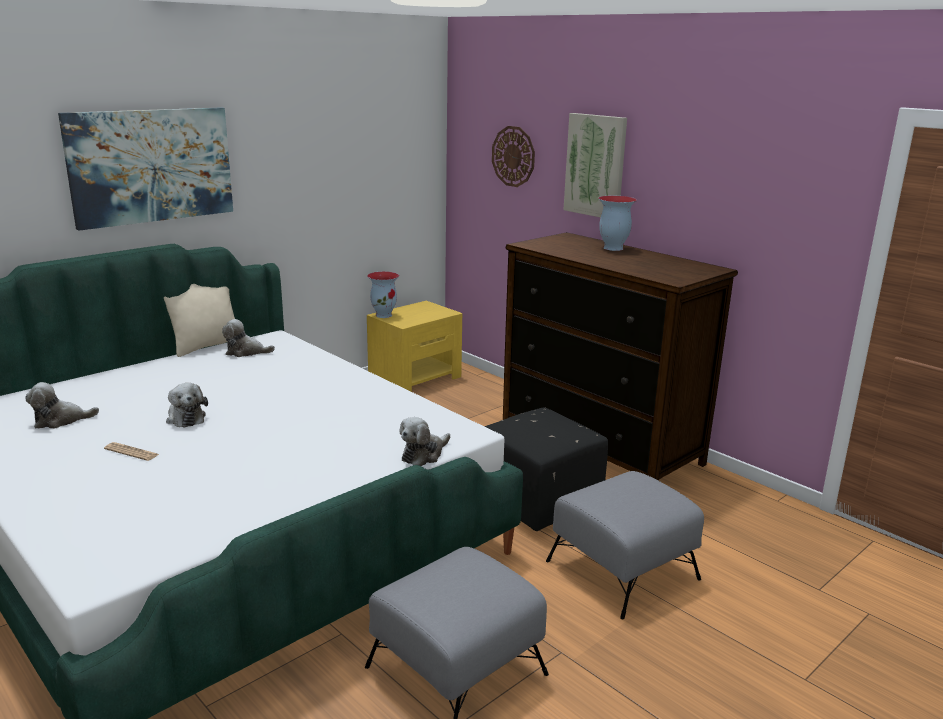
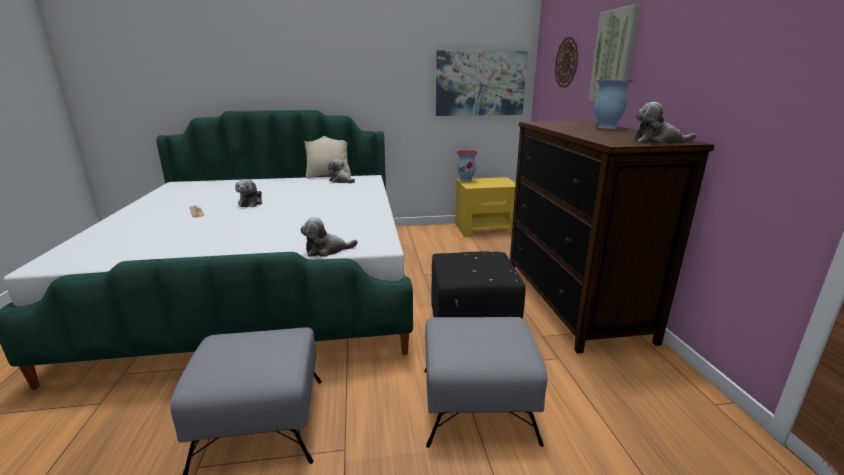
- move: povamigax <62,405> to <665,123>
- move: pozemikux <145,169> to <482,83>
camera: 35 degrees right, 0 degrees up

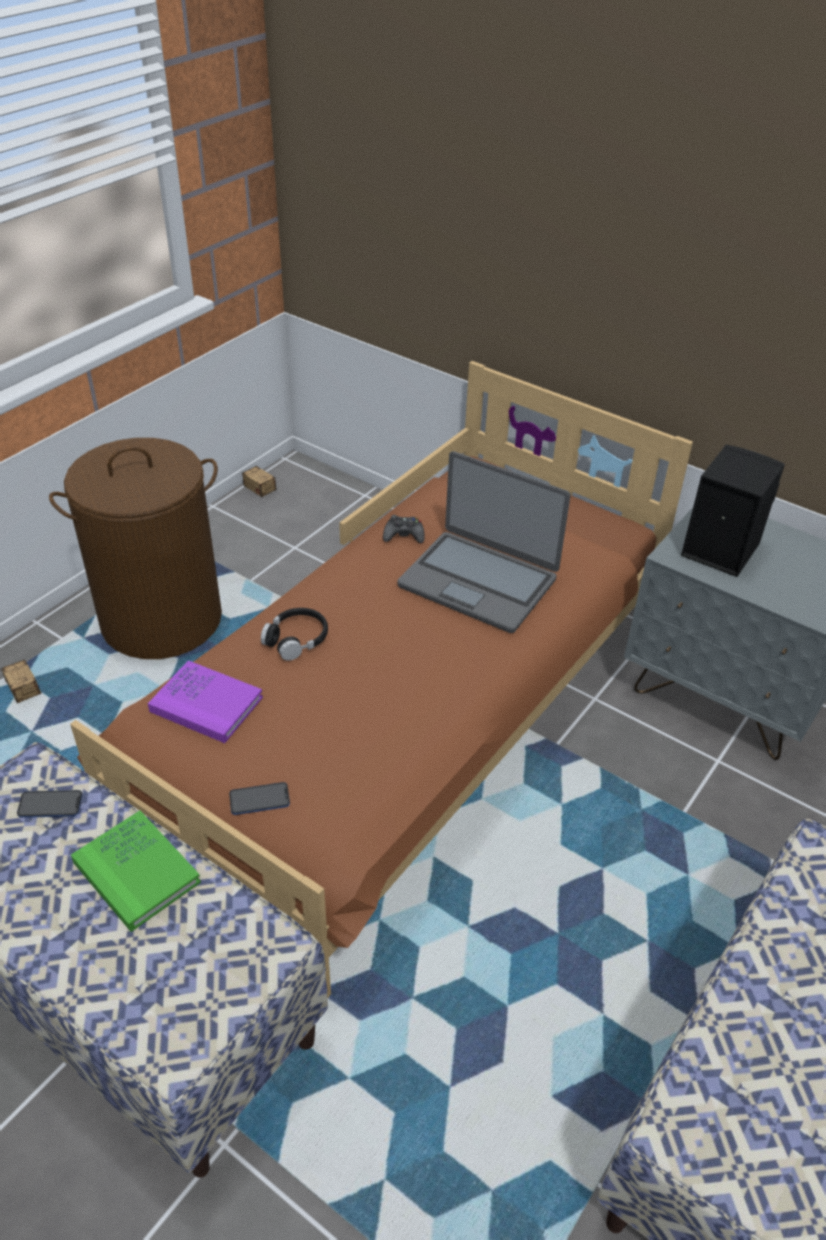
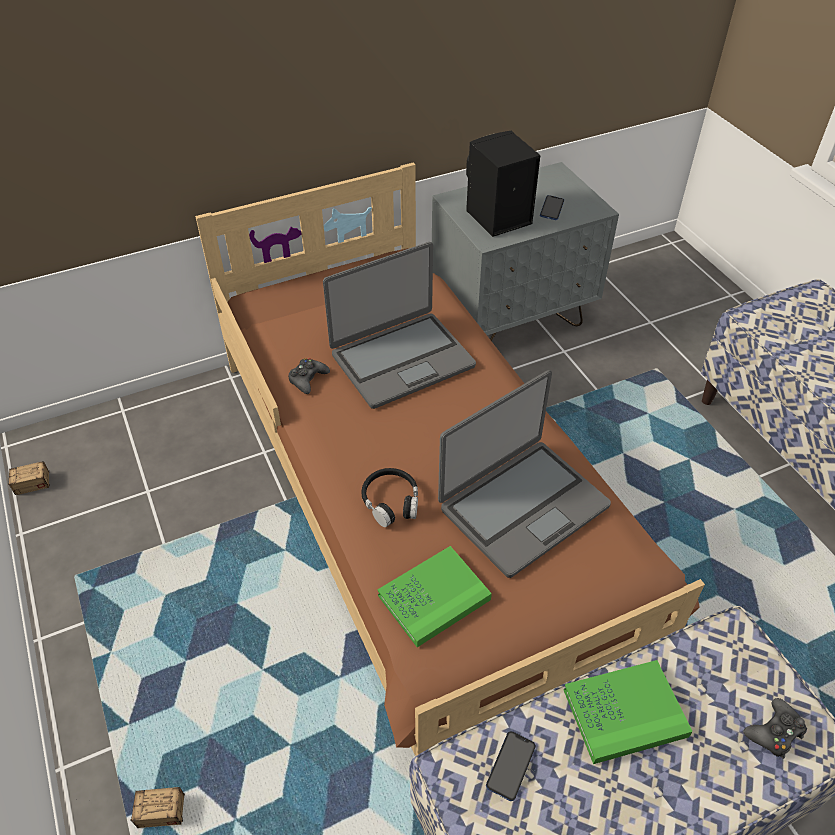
- delete: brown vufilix <135,548>
- recolor: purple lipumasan <205,701> to green lipumasan <435,596>
- move: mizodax <259,798> to <552,207>
- insert: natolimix <524,474>
- insert: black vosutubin <775,728>
camera: 60 degrees left, 5 degrees up

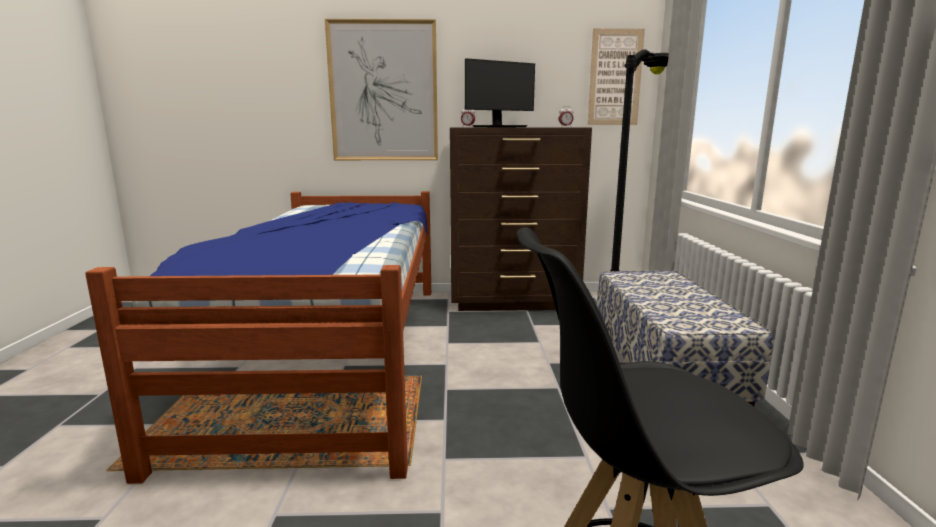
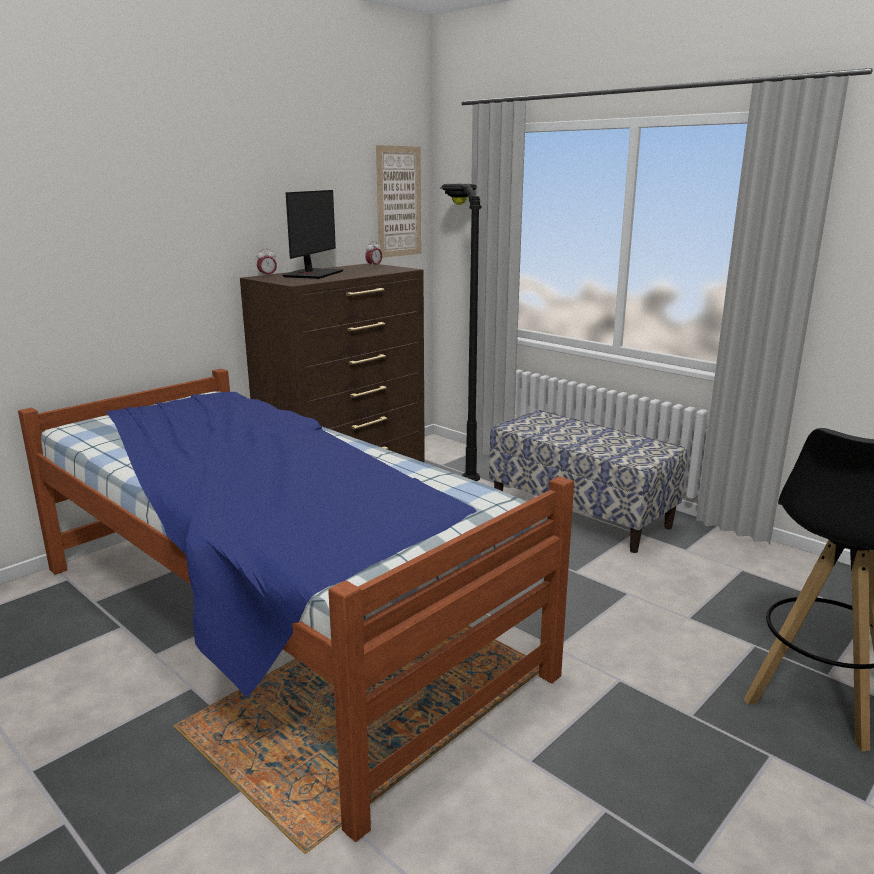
- delete: pozemikux <381,89>
camera: 45 degrees left, 5 degrees up

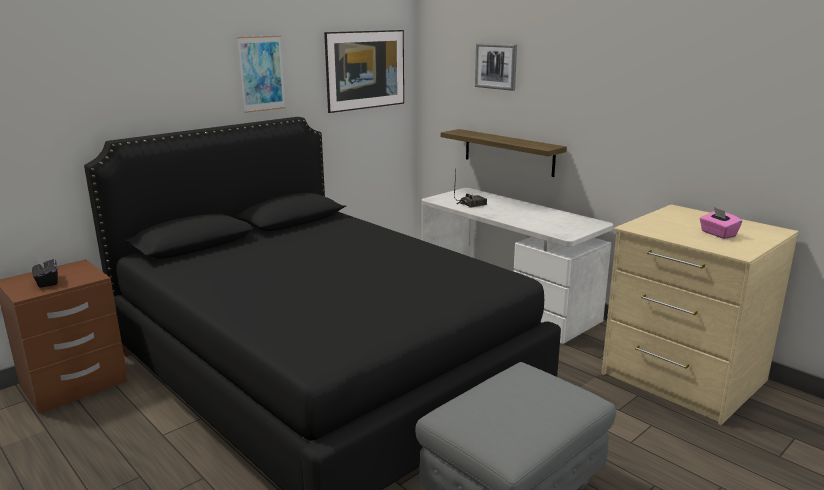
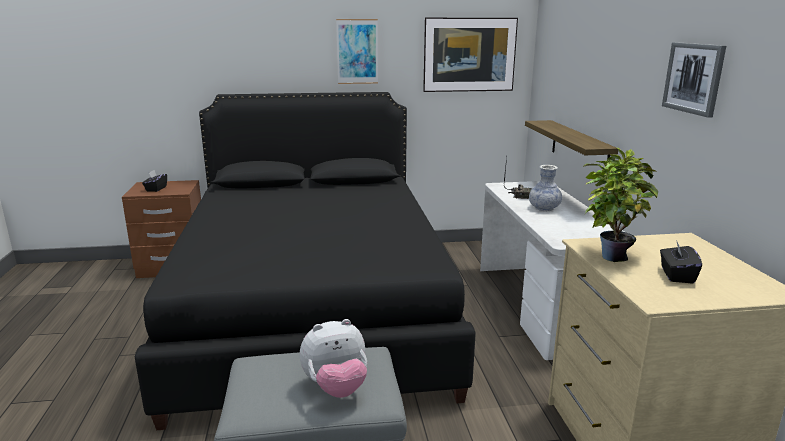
- move: pozemikux <496,67> to <694,80>
- recolor: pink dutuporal <721,223> to black dutuporal <681,262>
- insert: povamigax <333,358>
- insert: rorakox <545,188>
- insert: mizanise <620,205>
camera: 35 degrees right, 0 degrees up

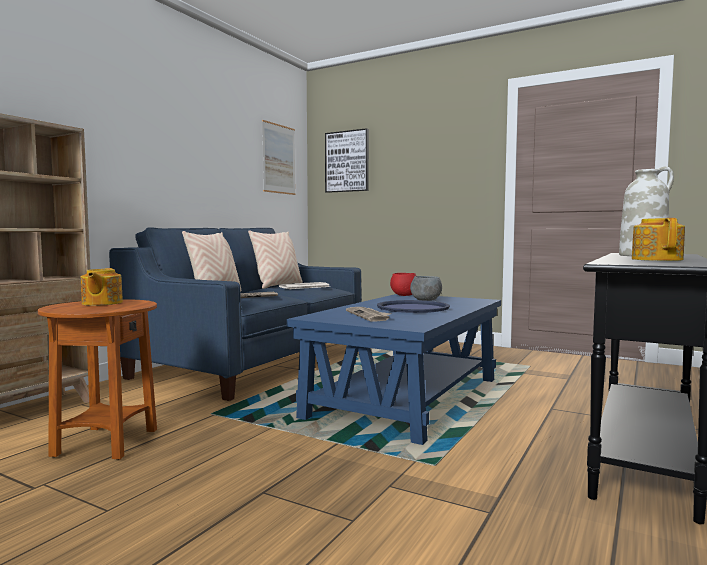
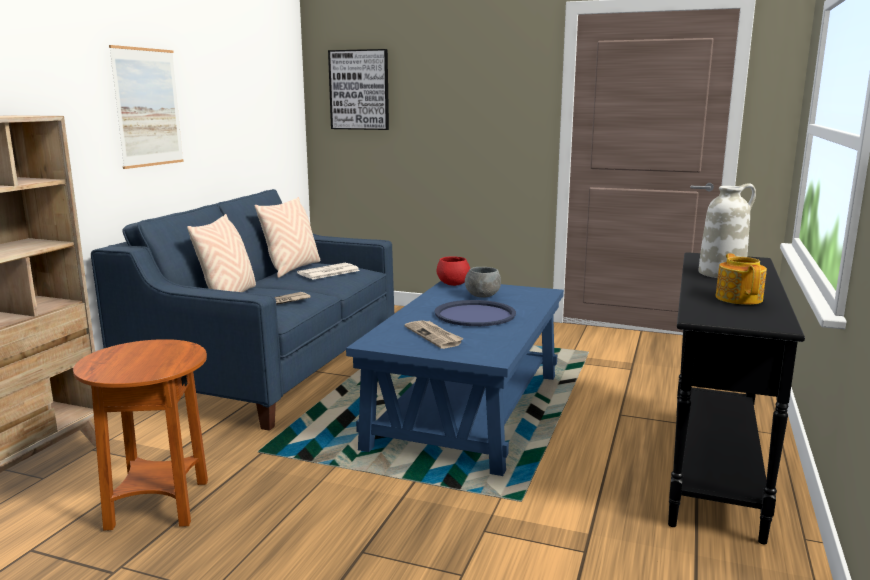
- delete: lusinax <102,287>
- move: pozemikux <279,157> to <146,107>
camera: 10 degrees left, 10 degrees up

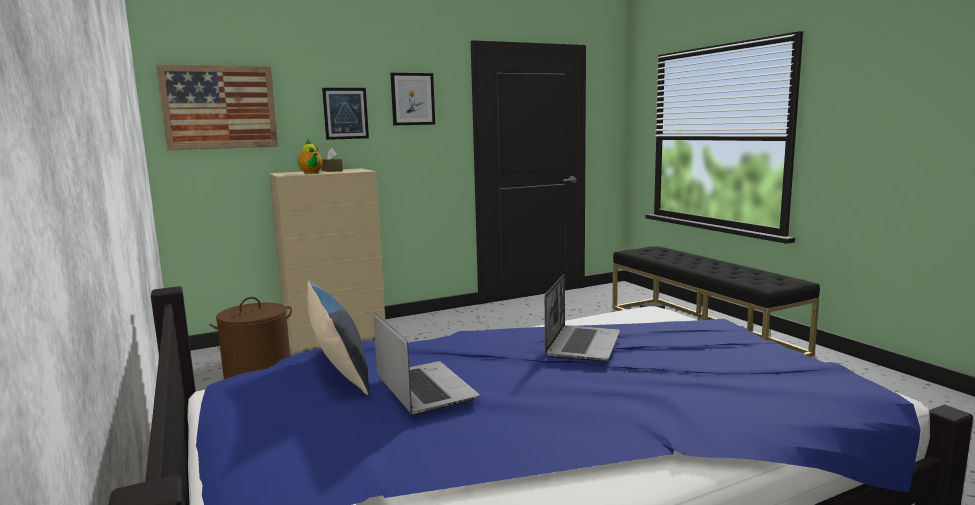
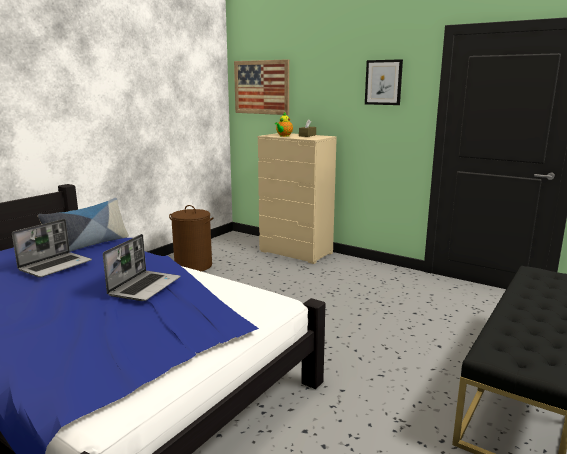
- delete: pozemikux <345,114>
- rotate: natolimix <582,317> = <141,267> 60 degrees counterclockwise
camera: 60 degrees right, 5 degrees up

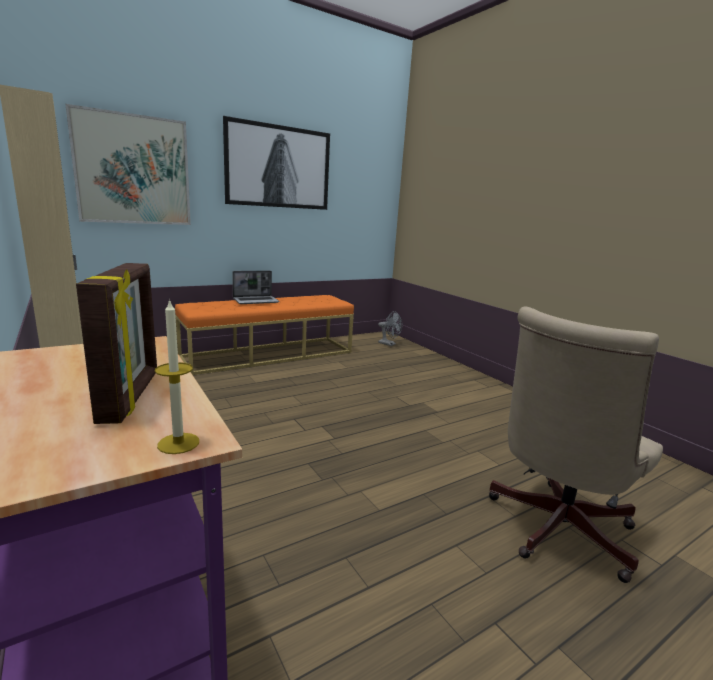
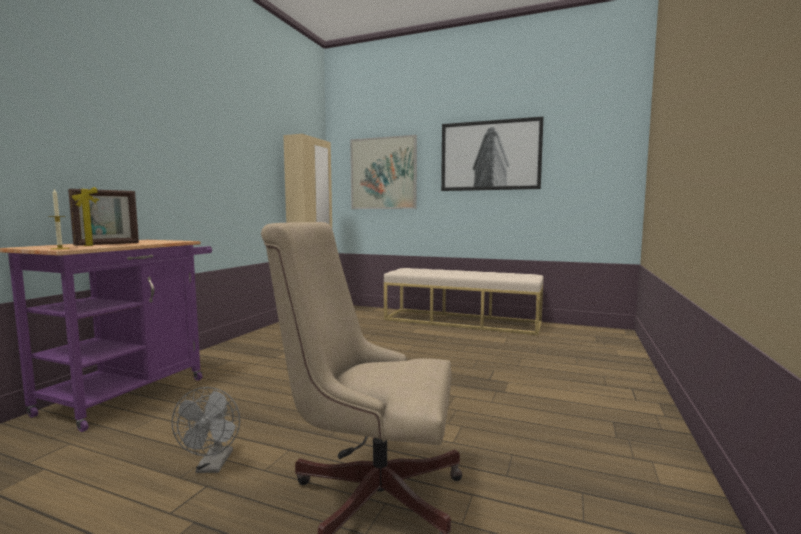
- recolor: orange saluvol <264,335> to beige saluvol <463,301>
- delete: natolimix <255,287>
- move: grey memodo <390,328> to <205,430>
camera: 55 degrees right, 10 degrees down

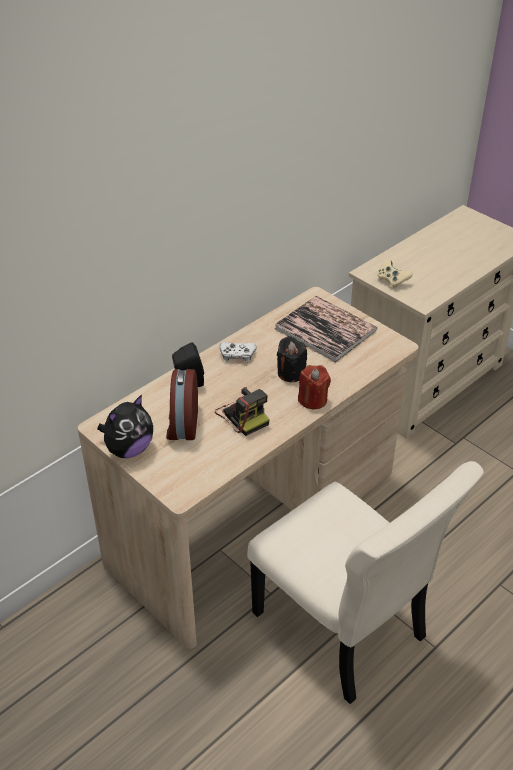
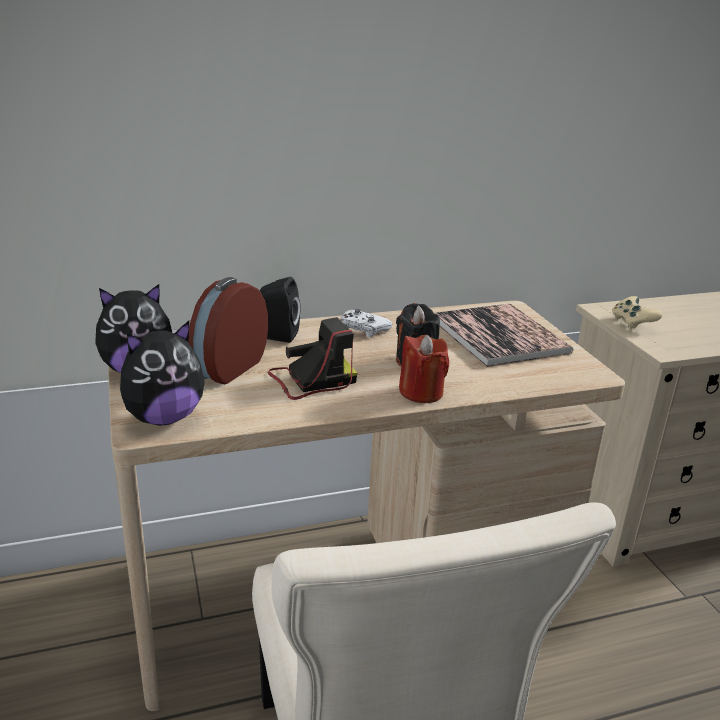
- rotate: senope <242,411> = <312,358> 105 degrees counterclockwise
- insert: povamigax <162,373>
camera: 25 degrees right, 15 degrees down

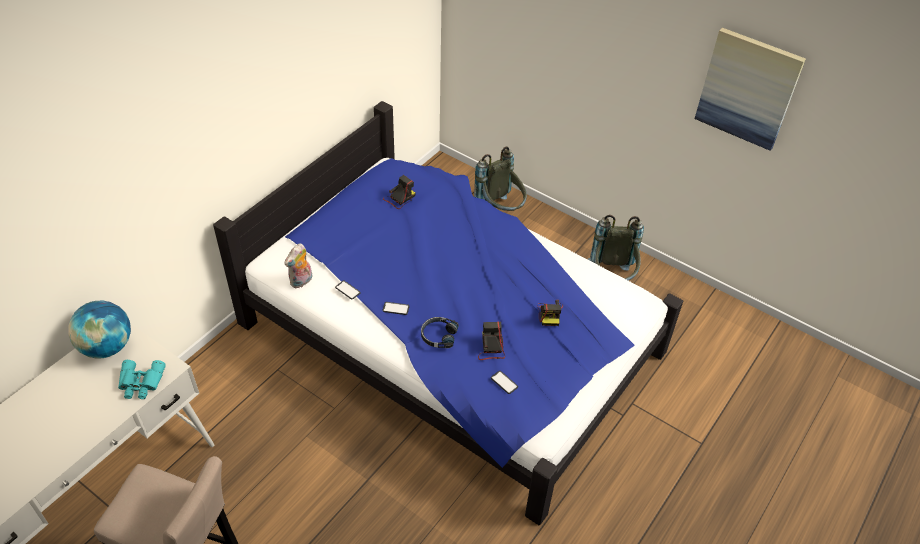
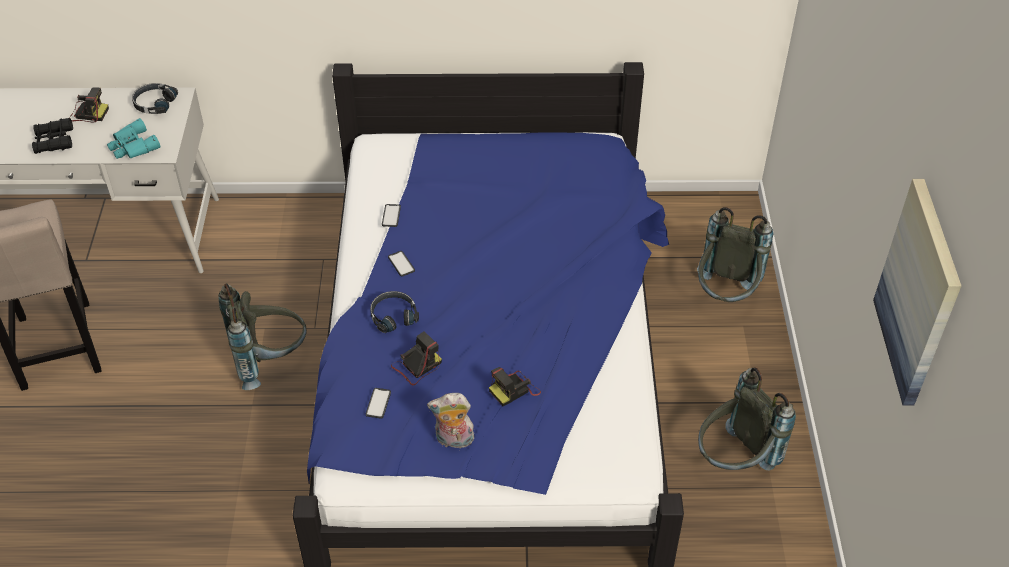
- replace: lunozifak <99,329> to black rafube <155,98>
- move: povamigax <298,265> to <450,421>
- move: senope <399,192> to <89,104>
- insert: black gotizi <52,136>
- insert: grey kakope <262,336>
camera: 55 degrees right, 0 degrees up

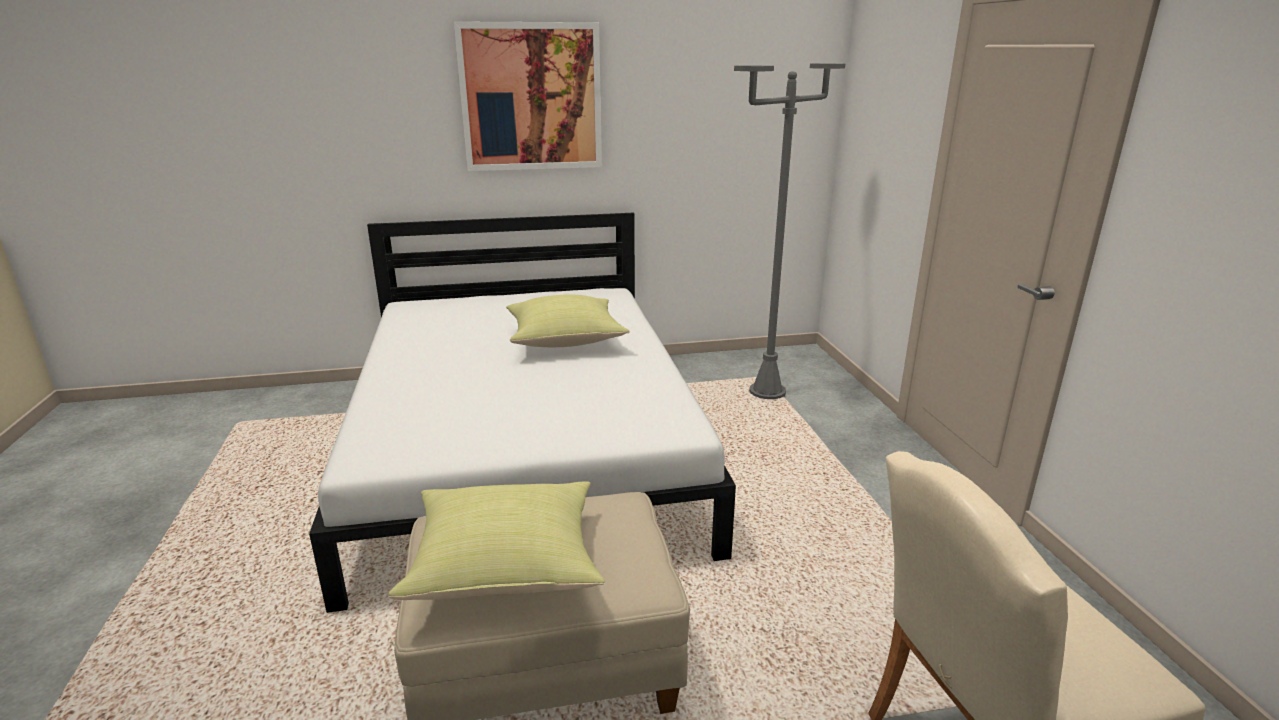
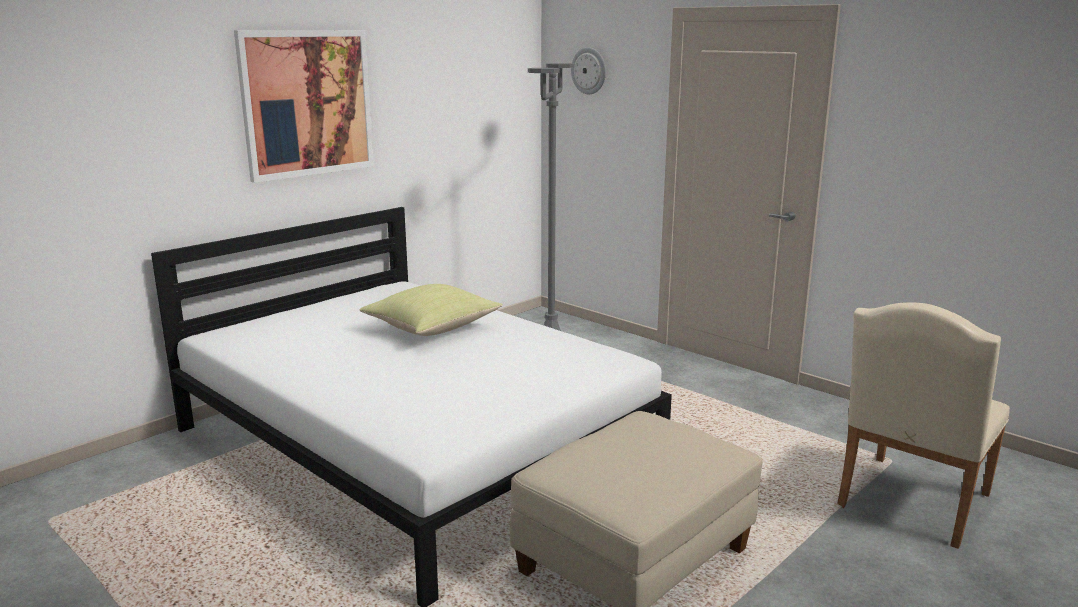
- delete: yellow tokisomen <496,540>
- insert: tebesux <588,70>
camera: 35 degrees left, 5 degrees down

